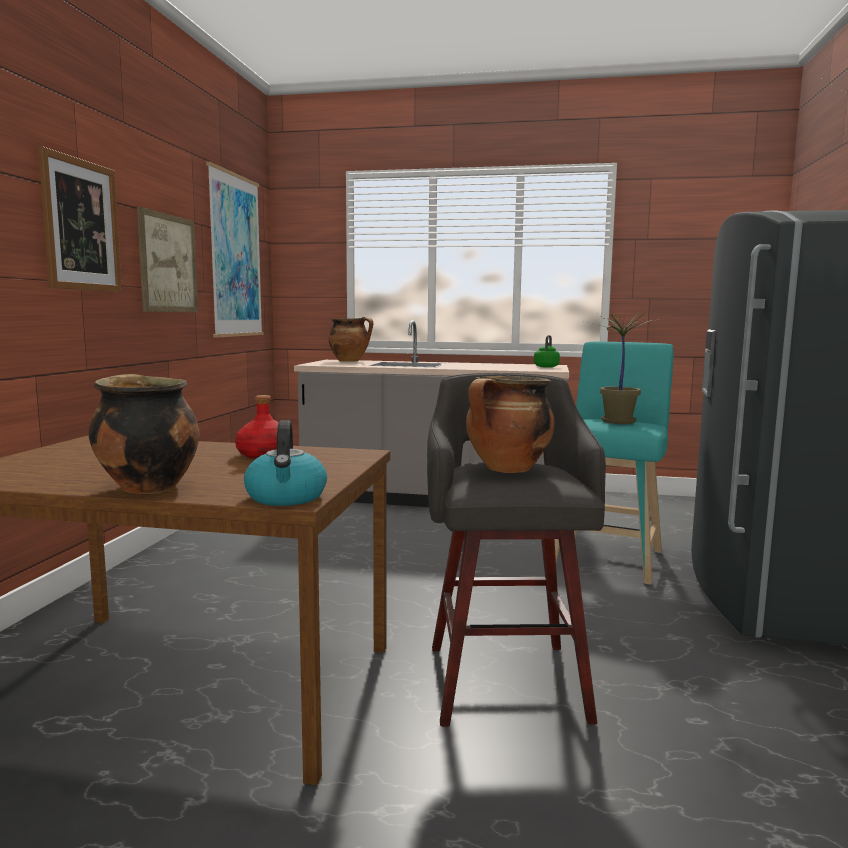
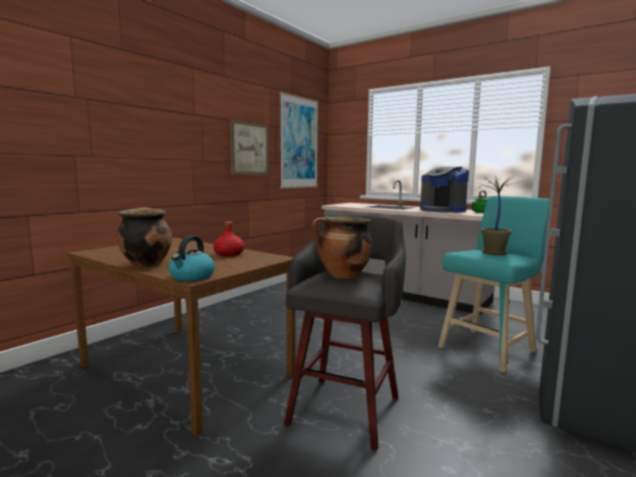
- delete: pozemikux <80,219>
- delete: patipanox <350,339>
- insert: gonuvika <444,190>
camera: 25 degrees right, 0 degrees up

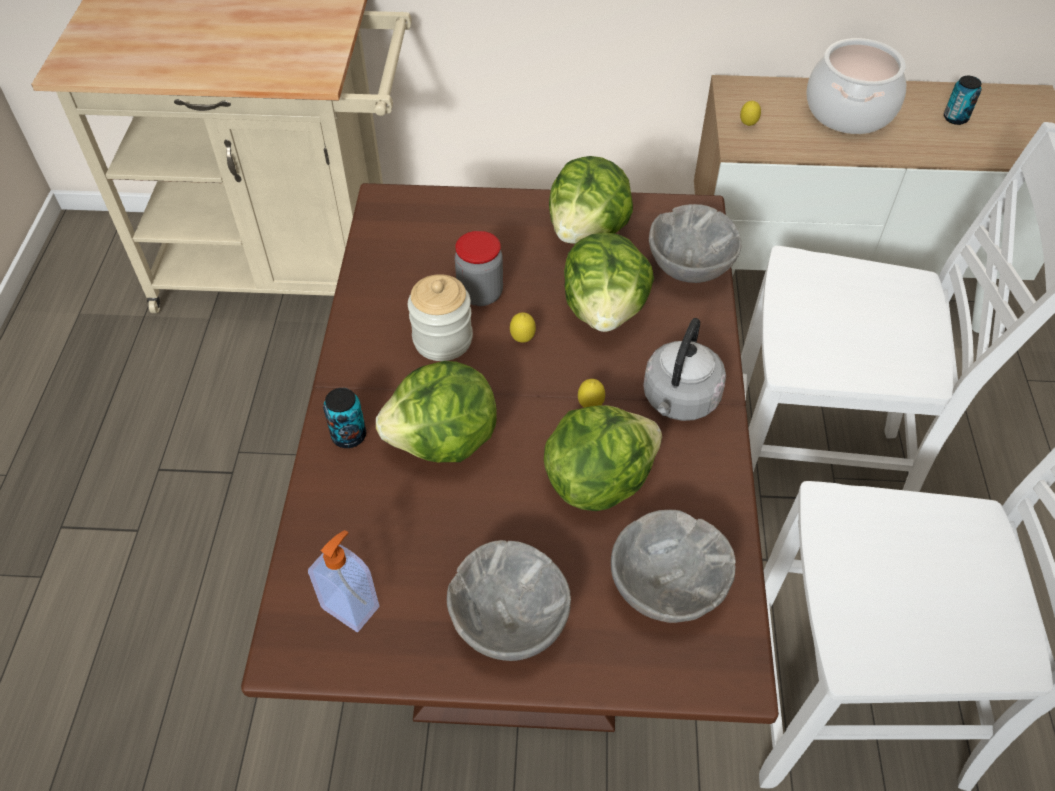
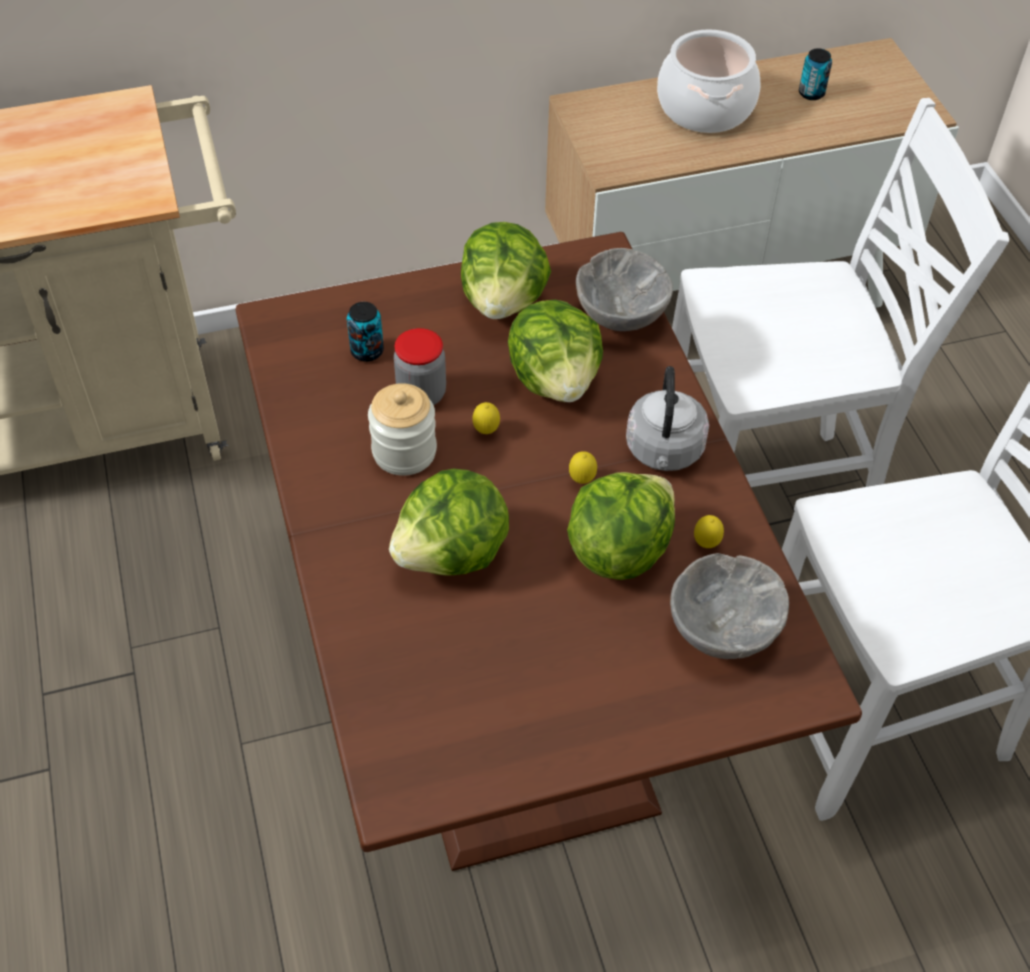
- delete: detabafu <343,581>
- move: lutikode <344,418> to <365,332>
- delete: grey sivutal <509,600>
- move: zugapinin <750,113> to <709,531>
camera: 20 degrees left, 0 degrees up

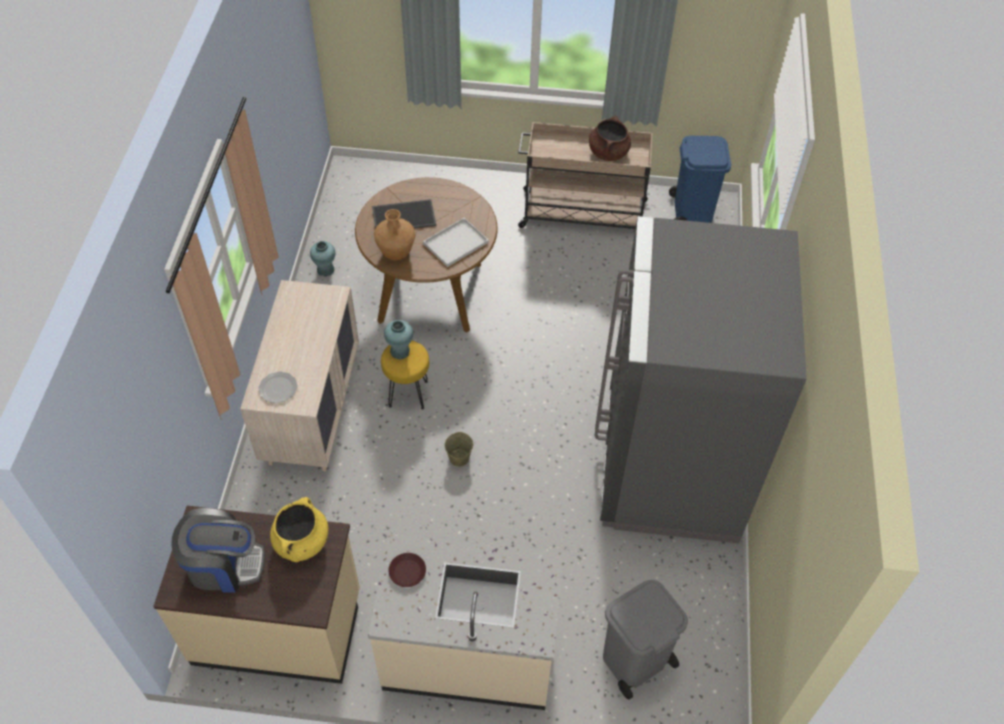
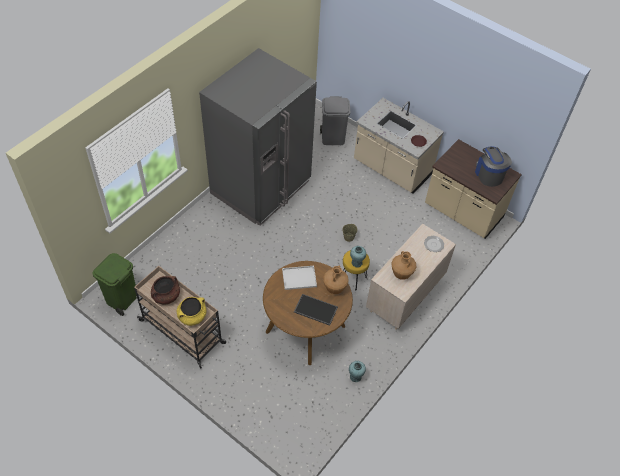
- rotate: gonuvika <218,550> = <493,166> 45 degrees clockwise
- move: yellow patipanox <299,529> to <191,311>
- recolor: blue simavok <700,179> to green simavok <114,284>
- insert: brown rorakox <404,265>
camera: 150 degrees left, 0 degrees up

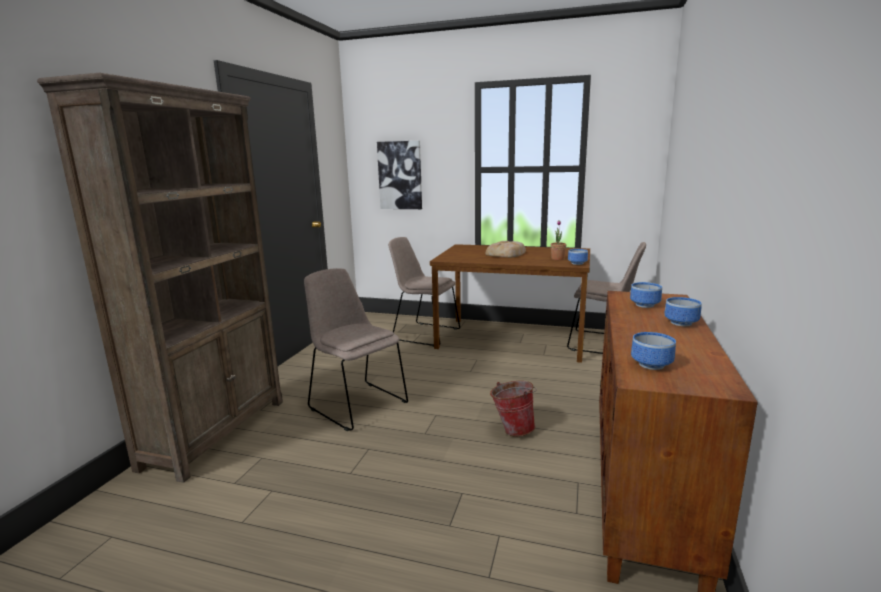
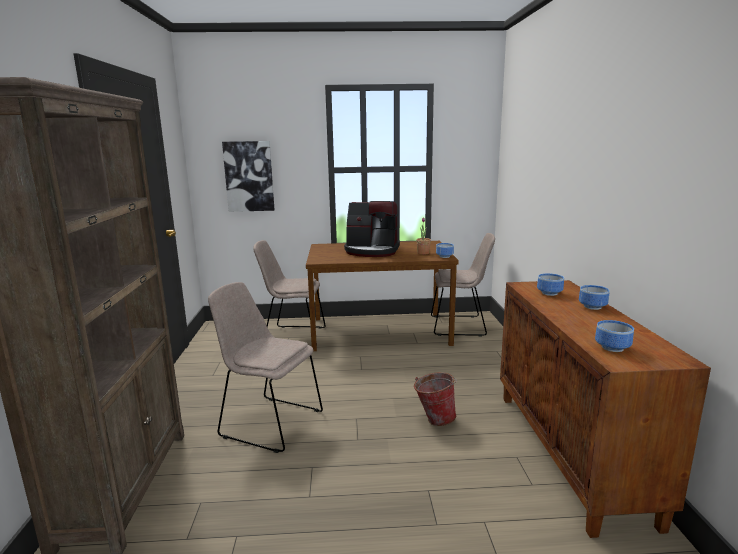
- replace: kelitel <505,249> to gonuvika <372,229>
camera: 20 degrees left, 0 degrees up

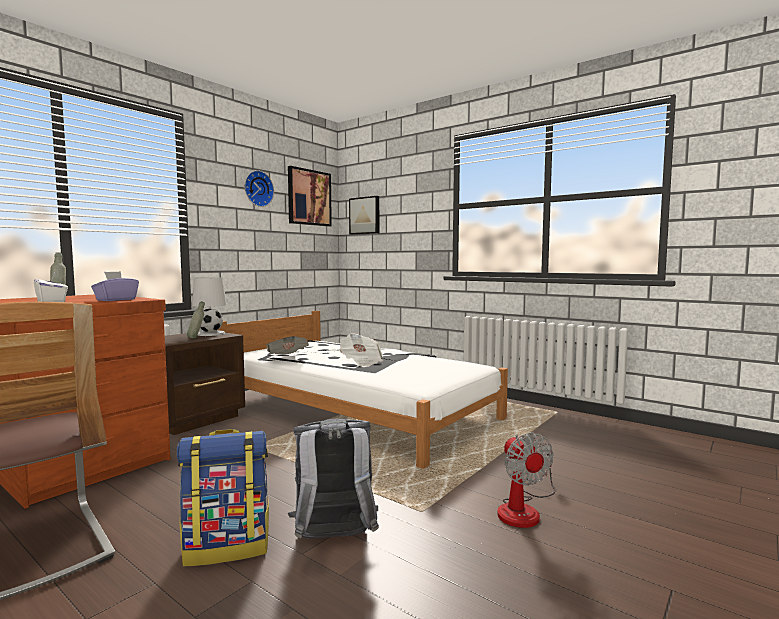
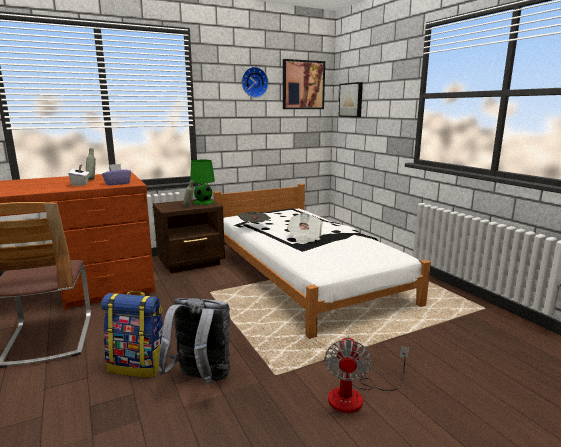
- recolor: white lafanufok <209,306> to green lafanufok <202,182>
camera: 25 degrees right, 10 degrees up

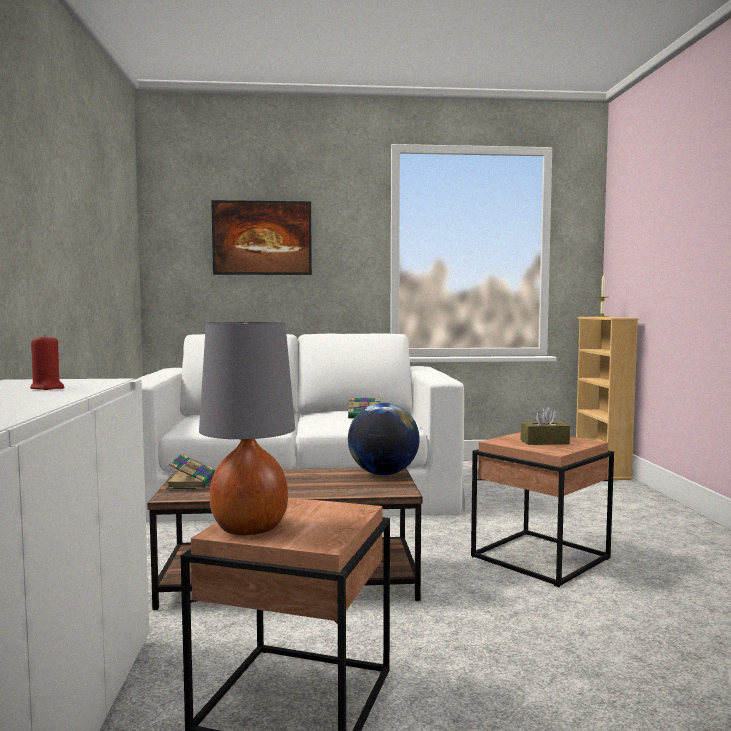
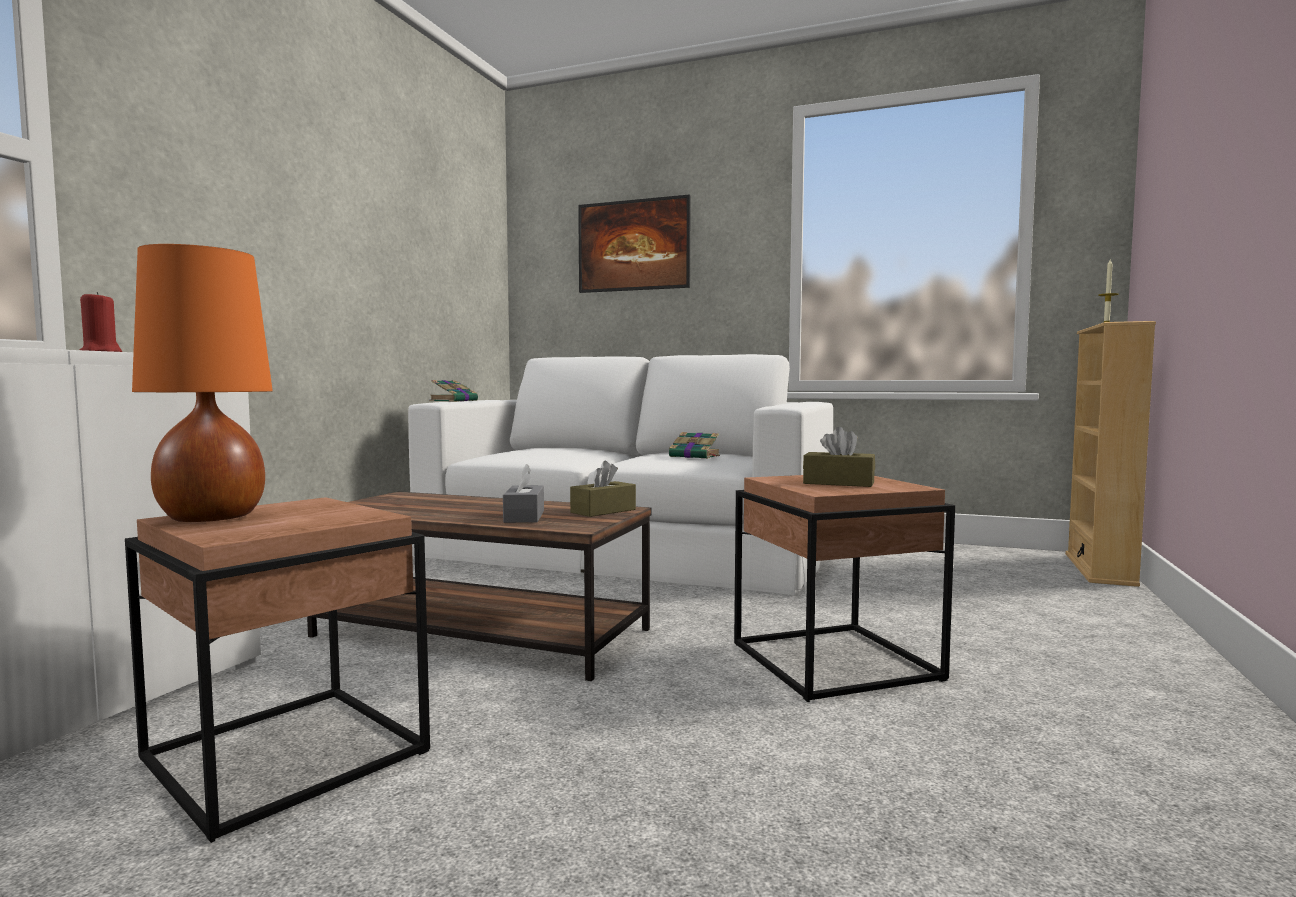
- move: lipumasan <190,472> to <453,391>
- recolor: grey lafanufok <247,428> to orange lafanufok <202,383>
- replace: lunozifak <384,439> to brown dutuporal <603,489>
- insert: grey dutuporal <523,493>
camera: 25 degrees right, 0 degrees up

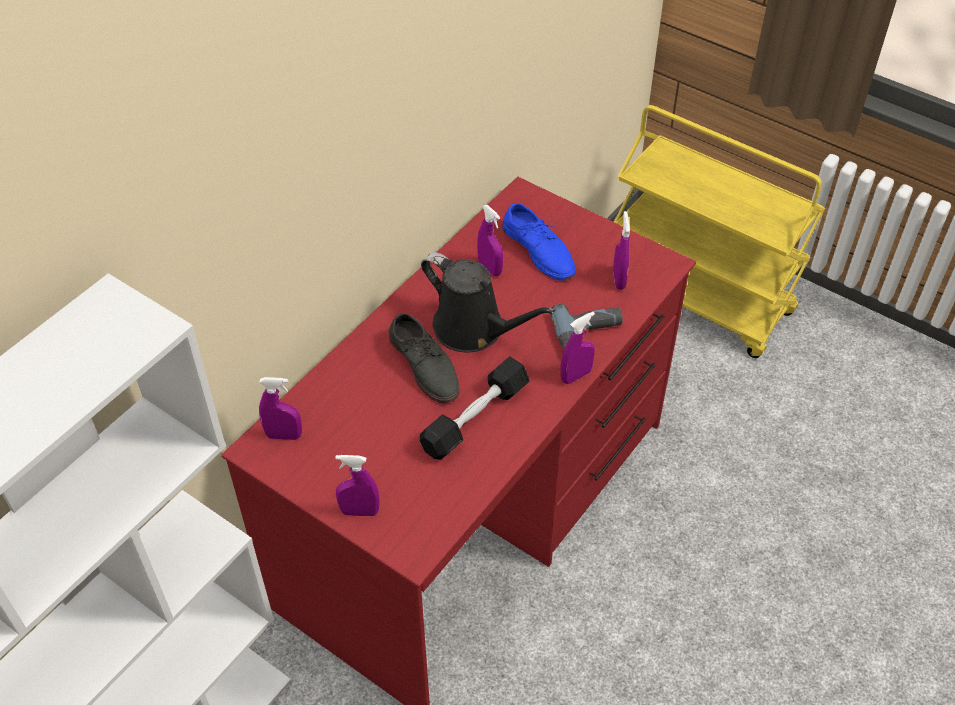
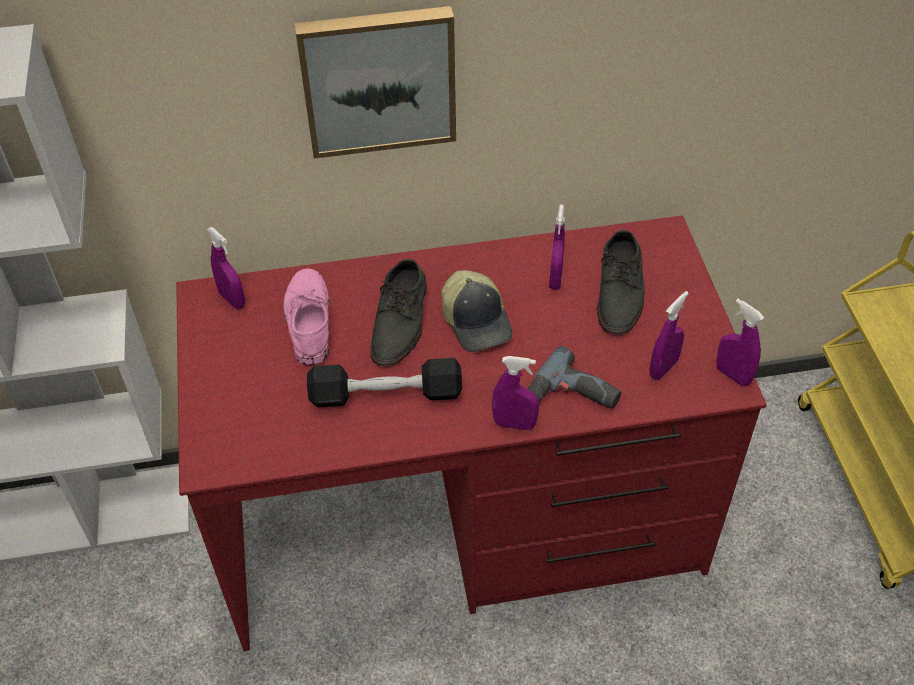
- move: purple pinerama <357,485> to <740,342>
- replace: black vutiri <488,302> to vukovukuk <476,311>
- recolor: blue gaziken <538,242> to grey gaziken <620,282>
- insert: pink gaziken <306,316>
- insert: pozemikux <375,82>
camera: 45 degrees right, 0 degrees up

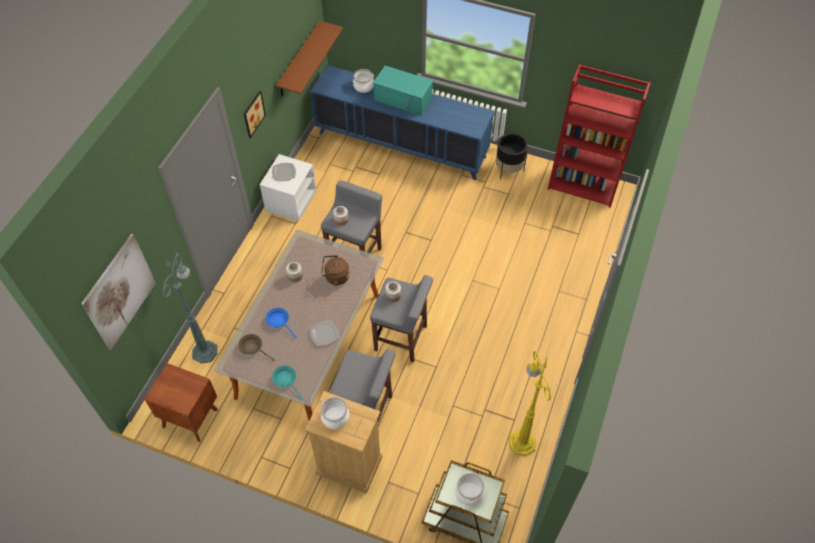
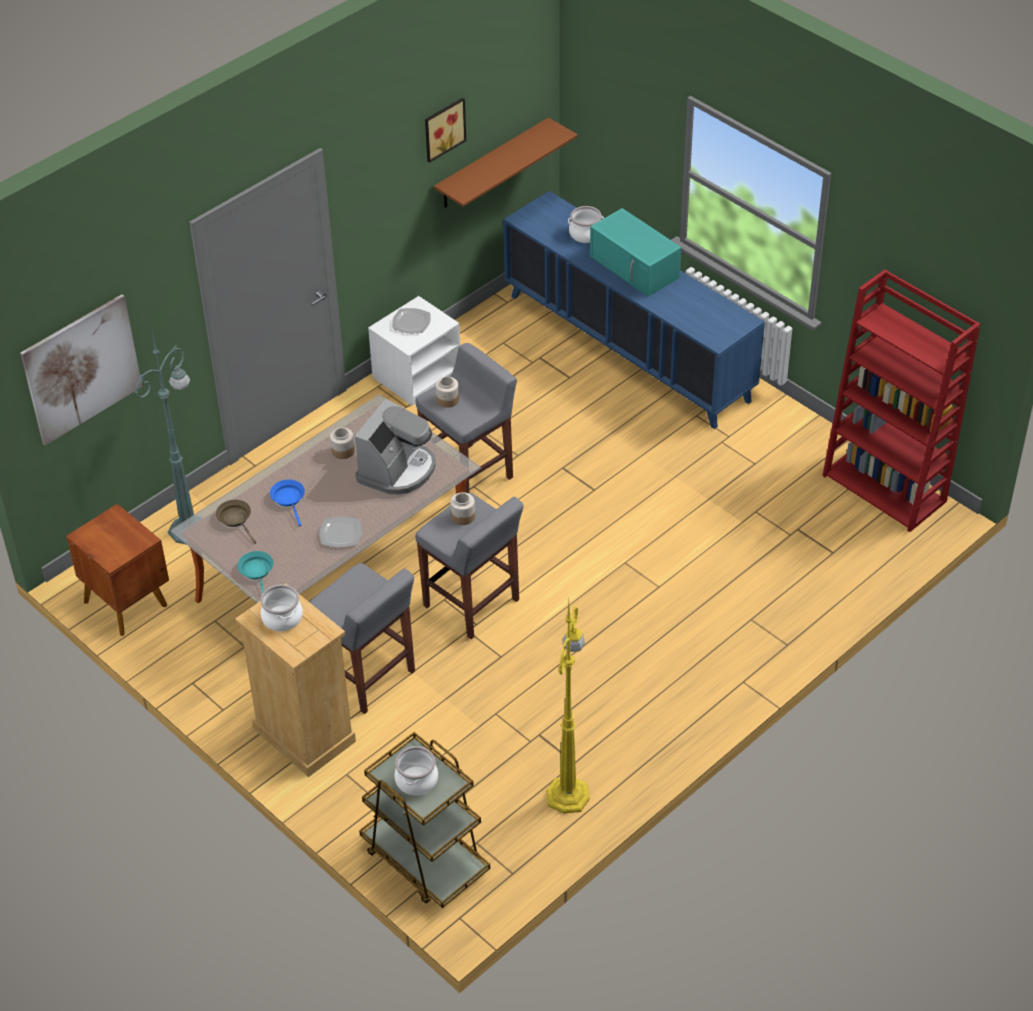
- move: pozemikux <255,114> to <445,130>
- replace: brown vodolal <335,270> to gonuvika <395,446>
- delete: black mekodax <512,156>
camera: 25 degrees right, 10 degrees down

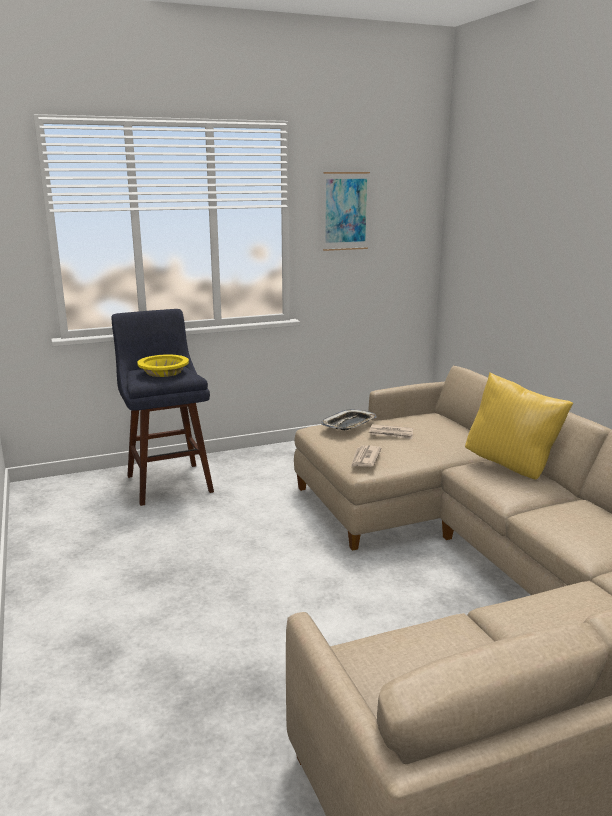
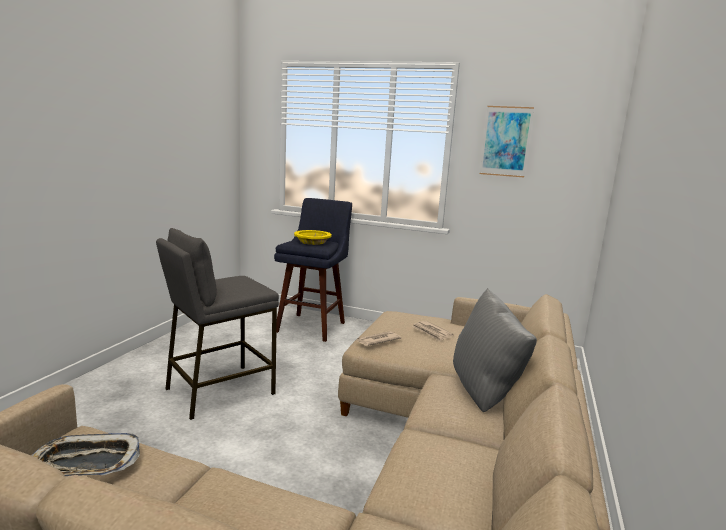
- move: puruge <349,419> to <85,454>
- recolor: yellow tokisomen <519,426> to grey tokisomen <495,350>
- insert: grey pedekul <217,324>
camera: 40 degrees right, 5 degrees down

